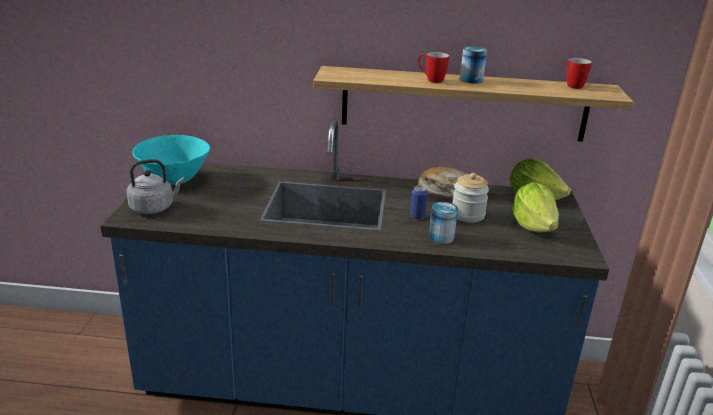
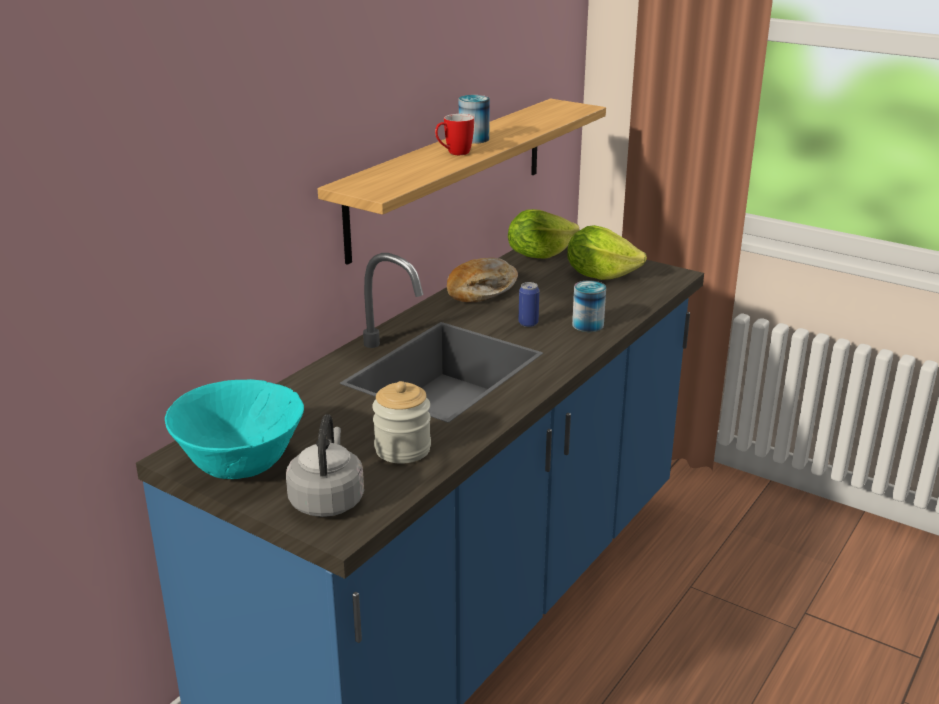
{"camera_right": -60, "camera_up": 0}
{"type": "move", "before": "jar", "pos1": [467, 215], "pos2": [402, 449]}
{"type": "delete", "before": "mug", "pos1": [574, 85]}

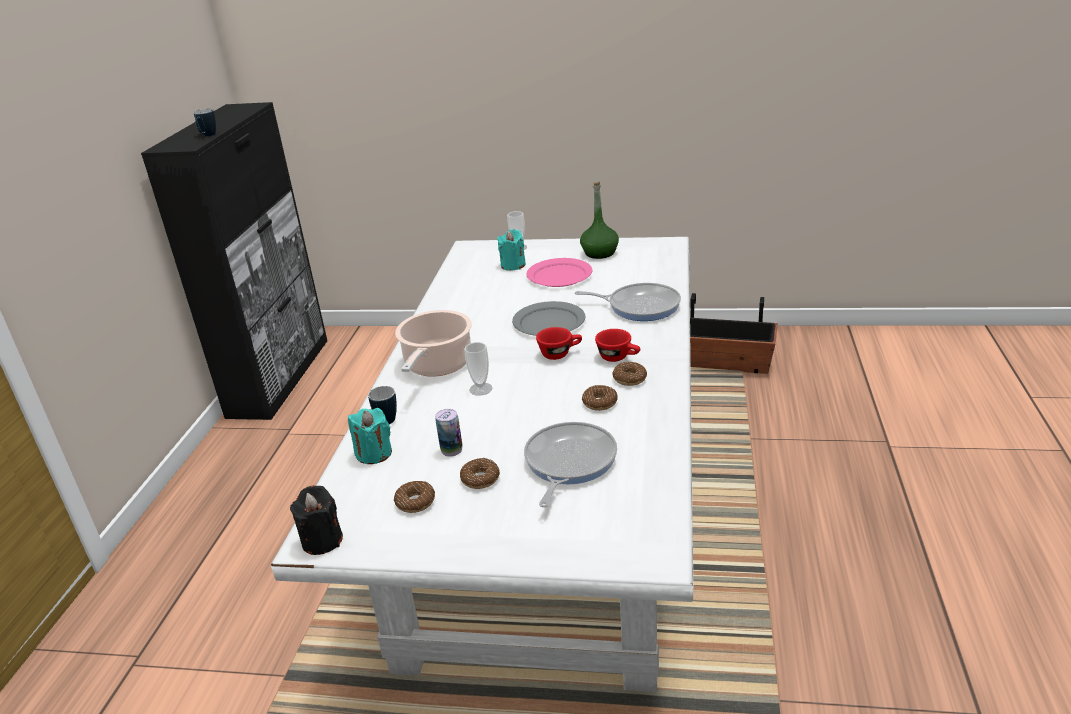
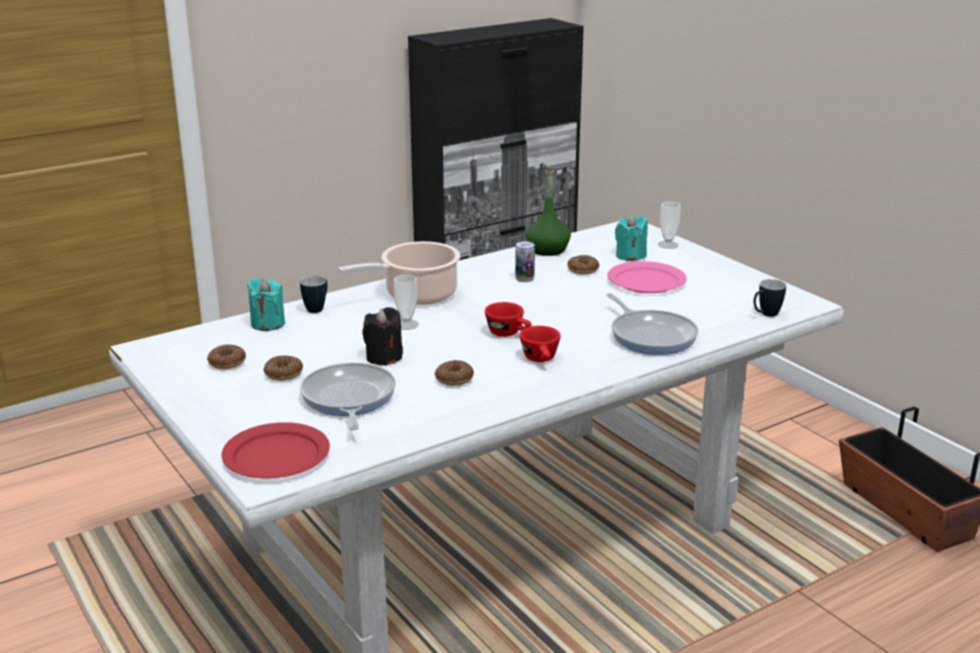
{"camera_right": 45, "camera_up": -5}
{"type": "move", "before": "mug", "pos1": [207, 136], "pos2": [765, 315]}
{"type": "move", "before": "wax candle/black", "pos1": [322, 540], "pos2": [384, 357]}
{"type": "move", "before": "can", "pos1": [451, 450], "pos2": [524, 278]}
{"type": "delete", "before": "plate/gray", "pos1": [548, 322]}
{"type": "rotate", "before": "skillet", "pos1": [568, 463], "pos2": [348, 399], "turn": -75}
{"type": "move", "before": "drink bottle/greenish", "pos1": [599, 253], "pos2": [547, 250]}
{"type": "move", "before": "doughnut", "pos1": [629, 379], "pos2": [583, 270]}
{"type": "insert", "after": "plate/reddish", "pos2": [277, 456]}

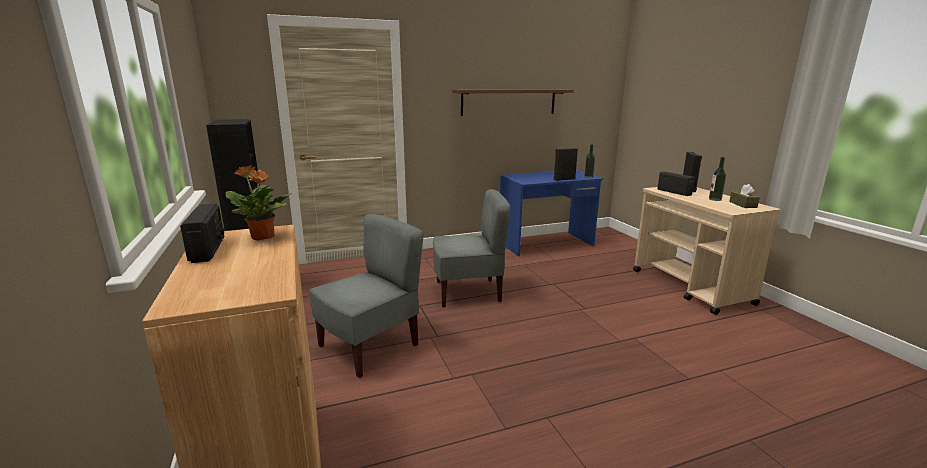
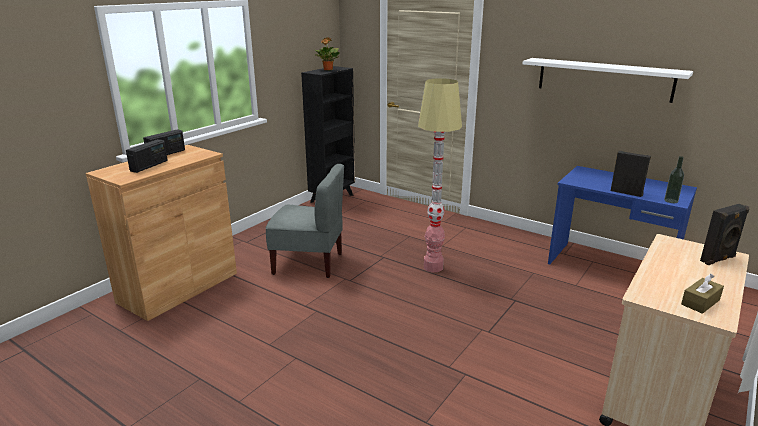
{"camera_right": 55, "camera_up": 5}
{"type": "move", "before": "plant in a pot", "pos1": [263, 237], "pos2": [328, 69]}
{"type": "replace", "before": "upright chair/gray", "after": "floor lamp", "pos1": [468, 292], "pos2": [433, 267]}
{"type": "recolor", "before": "wall shelf/brownish", "after": "wall shelf/white-coloured", "pos1": [509, 102], "pos2": [604, 79]}
{"type": "move", "before": "radio receiver", "pos1": [674, 192], "pos2": [149, 166]}
{"type": "delete", "before": "drink bottle", "pos1": [715, 199]}

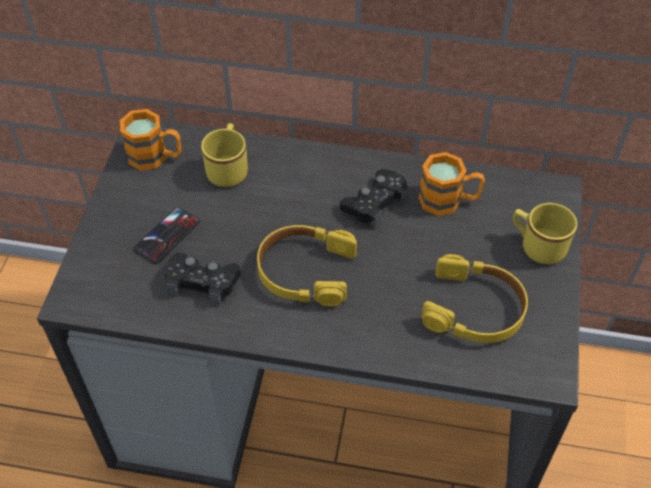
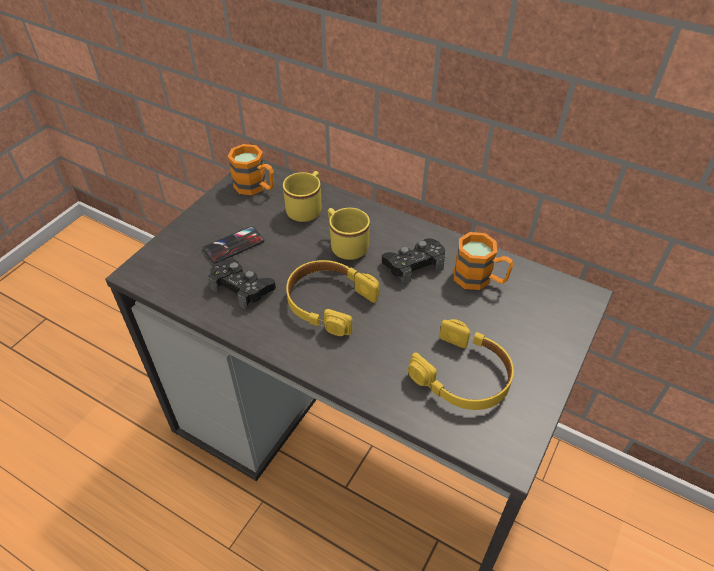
{"camera_right": 20, "camera_up": -5}
{"type": "move", "before": "mug/yellow", "pos1": [537, 246], "pos2": [346, 245]}

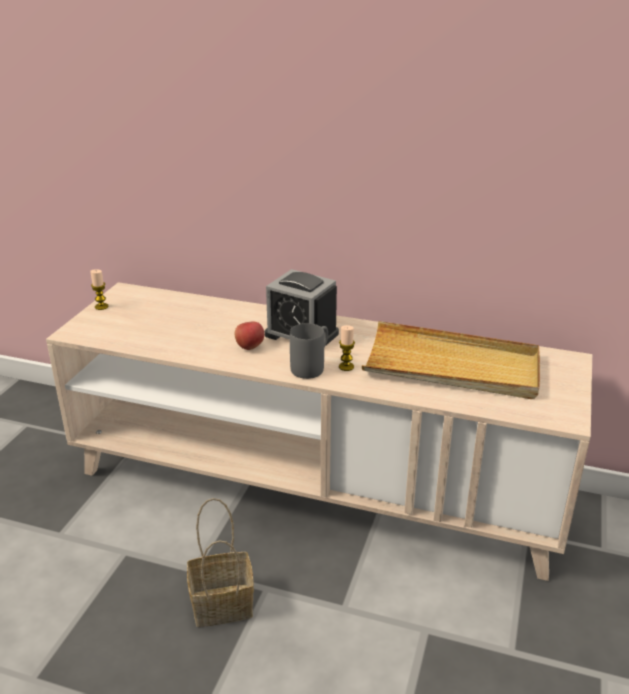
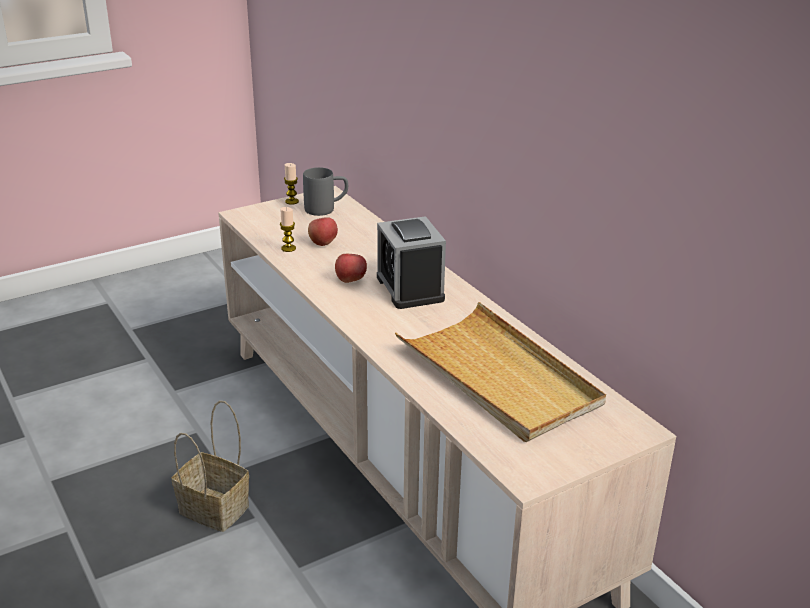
{"camera_right": 40, "camera_up": 0}
{"type": "move", "before": "mug/gray", "pos1": [312, 366], "pos2": [326, 209]}
{"type": "move", "before": "wax candle", "pos1": [346, 367], "pos2": [288, 248]}
{"type": "insert", "after": "apple fruit", "pos2": [323, 243]}

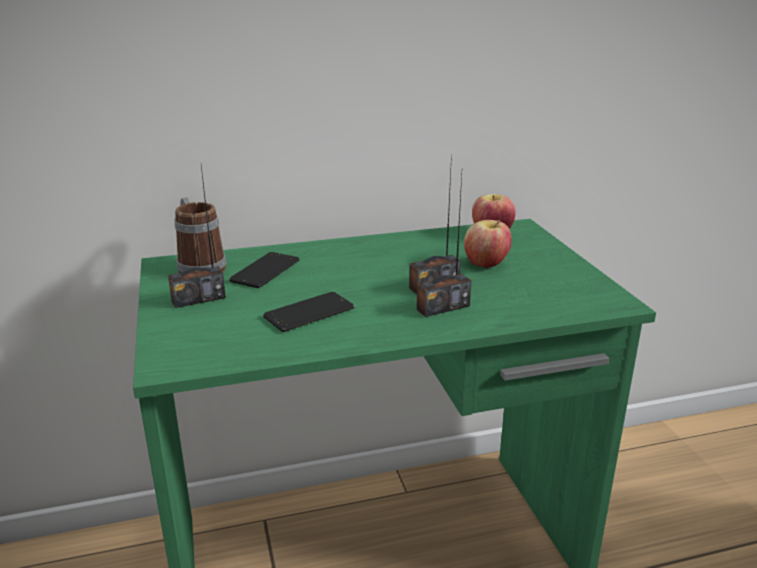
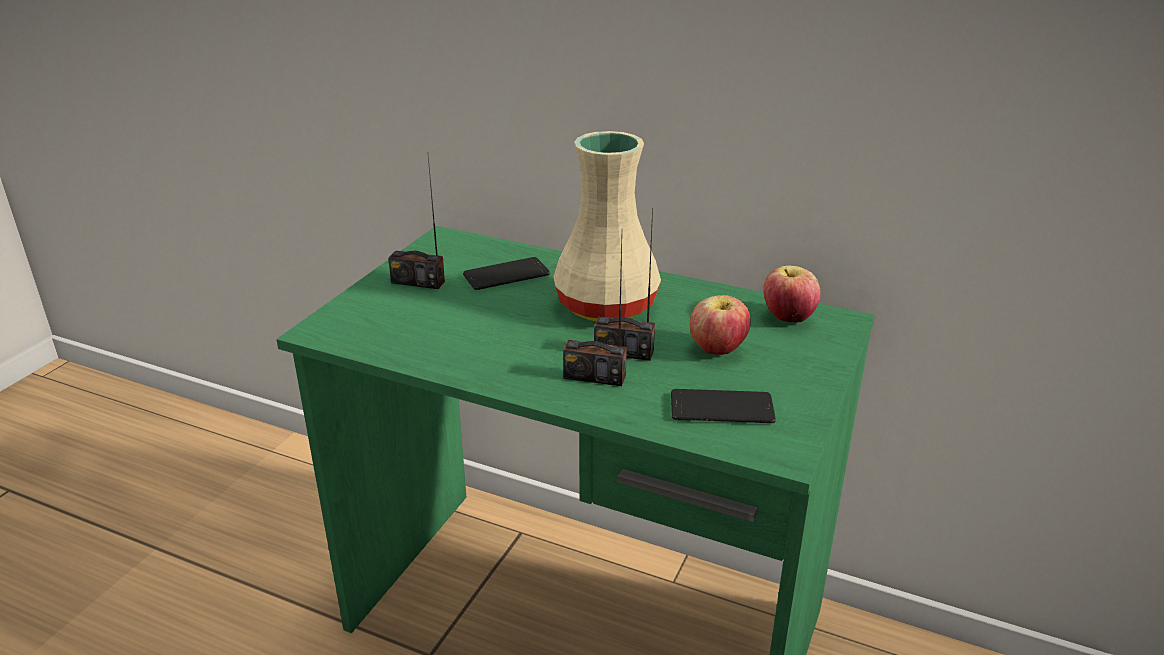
{"camera_right": 40, "camera_up": 5}
{"type": "delete", "before": "mug", "pos1": [199, 266]}
{"type": "move", "before": "phone", "pos1": [309, 313], "pos2": [721, 408]}
{"type": "insert", "after": "decorative vase/sand-coloured", "pos2": [604, 305]}

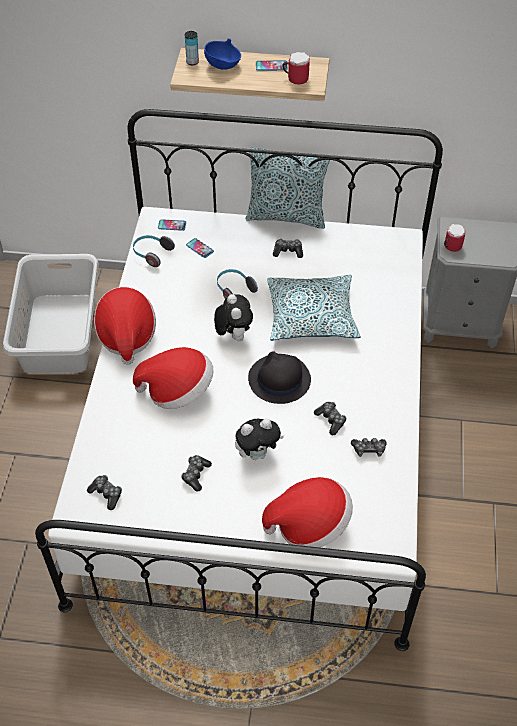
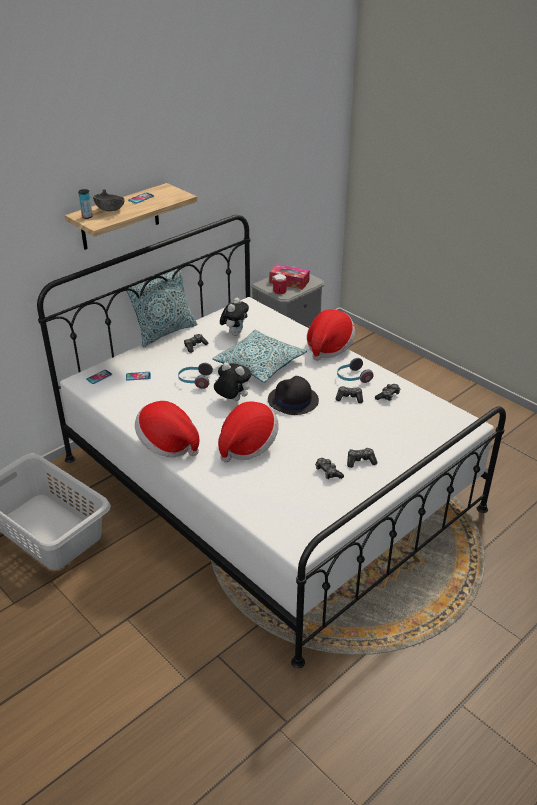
{"camera_right": -50, "camera_up": -15}
{"type": "move", "before": "game controller", "pos1": [106, 494], "pos2": [360, 461]}
{"type": "move", "before": "pair of headphones", "pos1": [151, 254], "pos2": [352, 378]}
{"type": "recolor", "before": "serving bowl/bluish", "after": "serving bowl/gray", "pos1": [223, 65], "pos2": [110, 210]}
{"type": "move", "before": "cuddly toy", "pos1": [258, 453], "pos2": [234, 333]}
{"type": "move", "before": "hat", "pos1": [309, 524], "pos2": [328, 347]}
{"type": "delete", "before": "mug", "pos1": [295, 78]}
{"type": "insert", "after": "tissue holder", "pos2": [289, 282]}

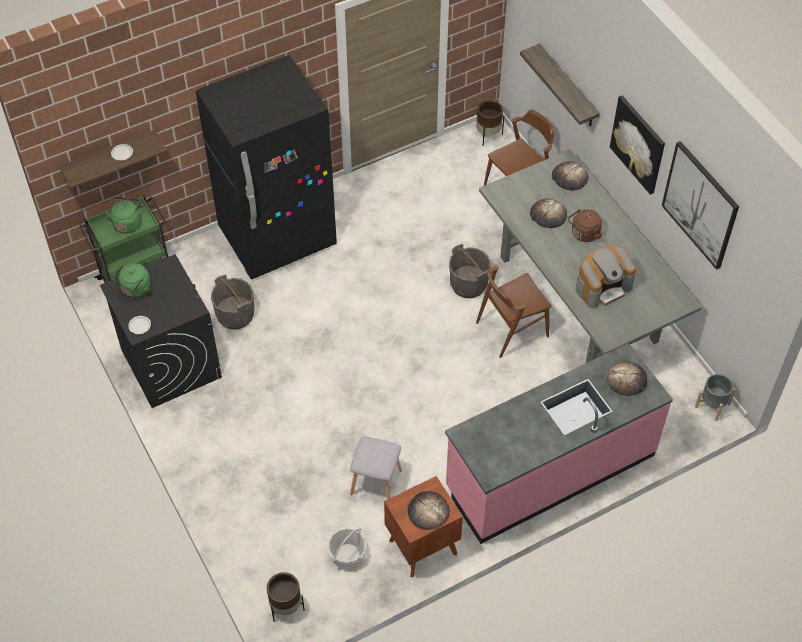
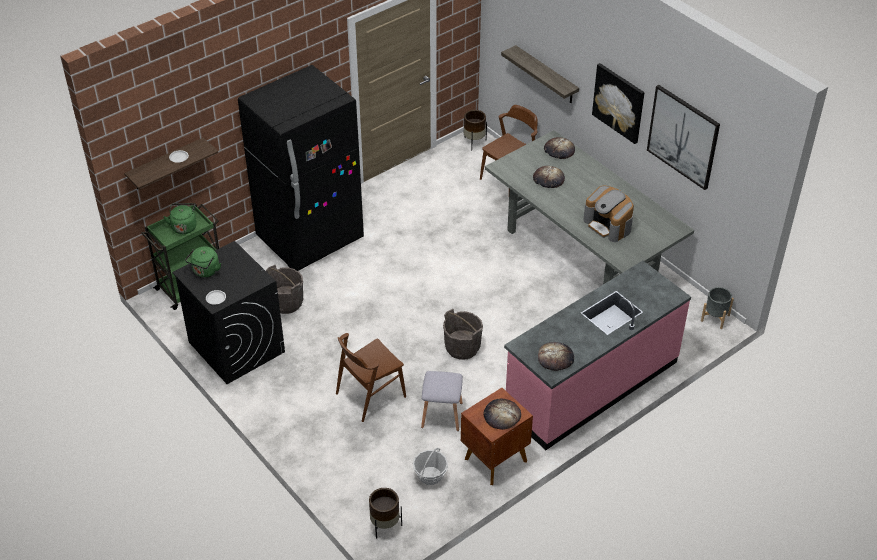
{"camera_right": -10, "camera_up": -10}
{"type": "move", "before": "water bucket/gray", "pos1": [468, 284], "pos2": [462, 347]}
{"type": "move", "before": "upright chair/brownish", "pos1": [511, 329], "pos2": [370, 395]}
{"type": "delete", "before": "water kettle/brownish", "pos1": [584, 234]}
{"type": "rotate", "before": "coffee machine", "pos1": [603, 286], "pos2": [608, 225], "turn": 90}
{"type": "move", "before": "bakery bread", "pos1": [627, 380], "pos2": [555, 358]}

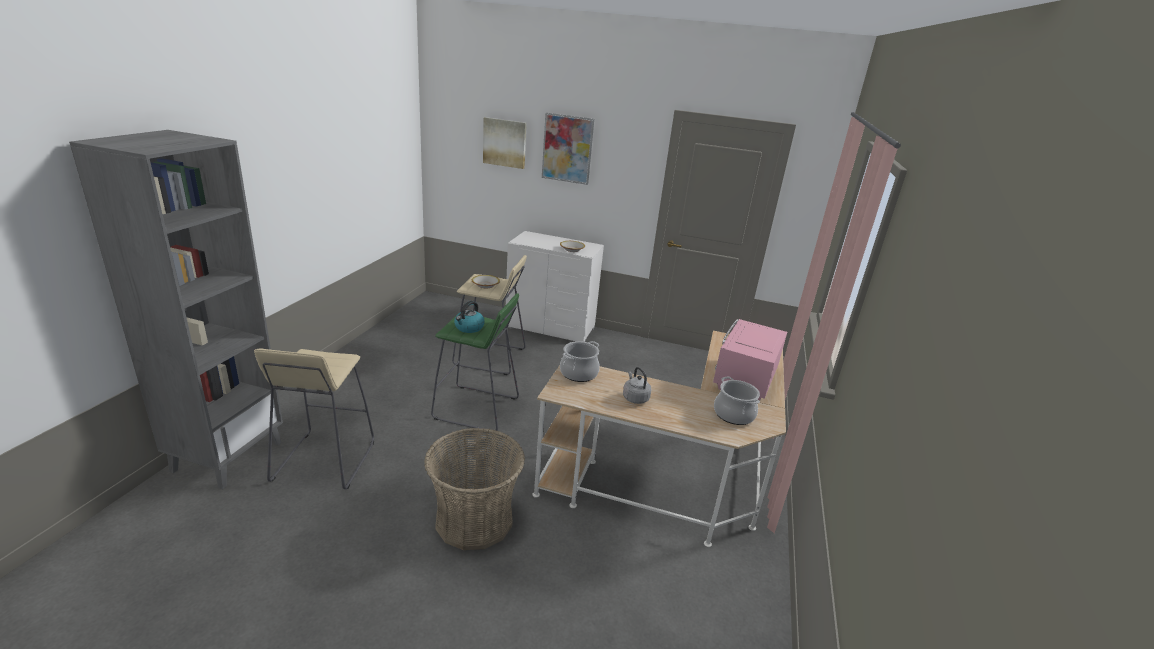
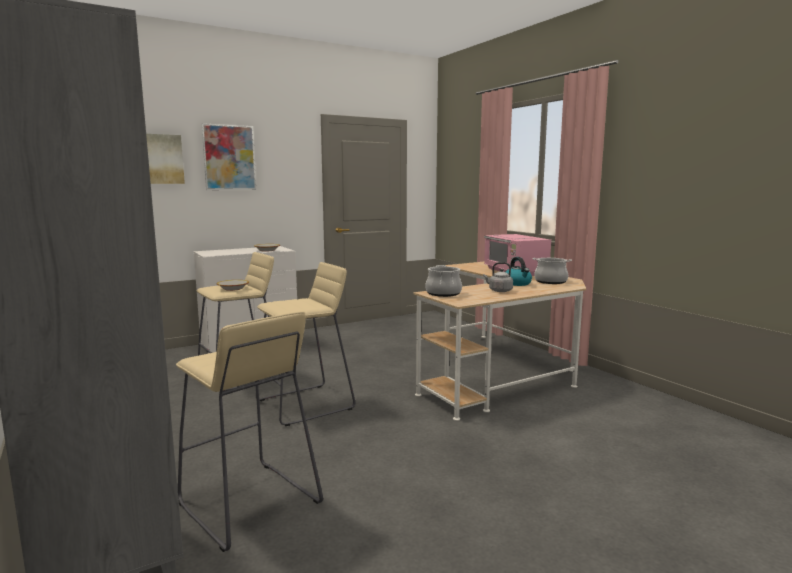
{"camera_right": -45, "camera_up": -15}
{"type": "delete", "before": "household basket", "pos1": [474, 520]}
{"type": "recolor", "before": "stool/greenish", "after": "stool/sand-coloured", "pos1": [476, 409], "pos2": [306, 404]}
{"type": "move", "before": "water kettle", "pos1": [469, 328], "pos2": [517, 284]}

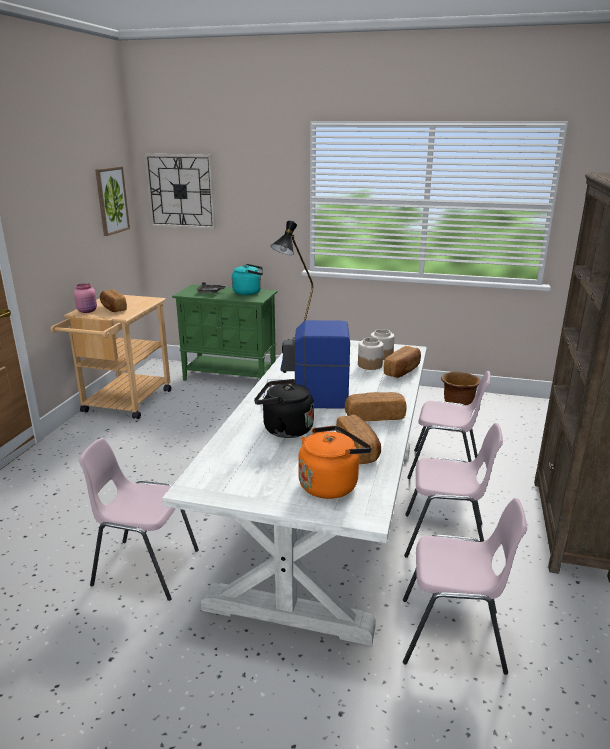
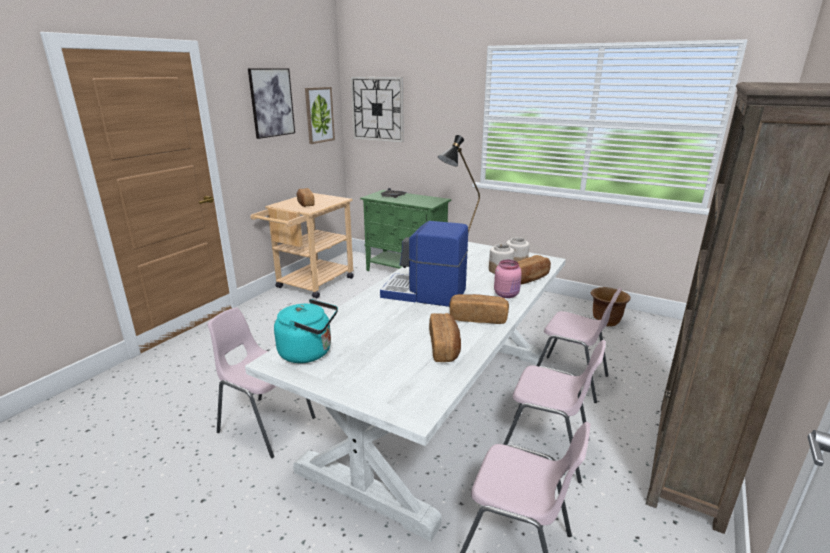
{"camera_right": 15, "camera_up": 0}
{"type": "move", "before": "jar/pink", "pos1": [88, 311], "pos2": [507, 294]}
{"type": "move", "before": "water kettle/blue-green", "pos1": [249, 292], "pos2": [309, 352]}
{"type": "delete", "before": "water kettle/black", "pos1": [284, 429]}
{"type": "delete", "before": "water kettle/orange", "pos1": [331, 484]}
{"type": "insert", "after": "wall art", "pos2": [271, 102]}

